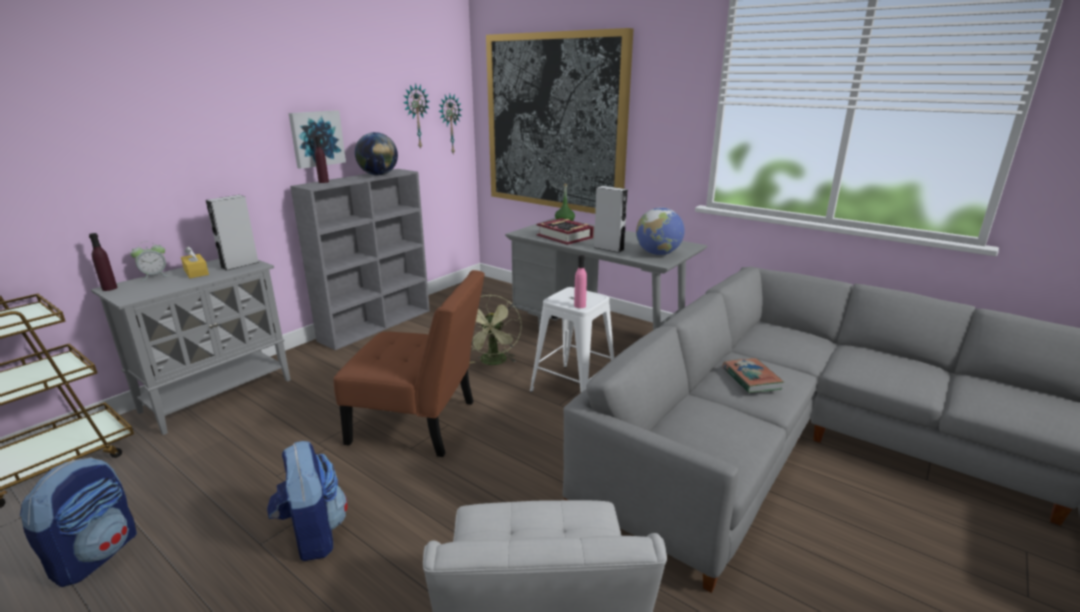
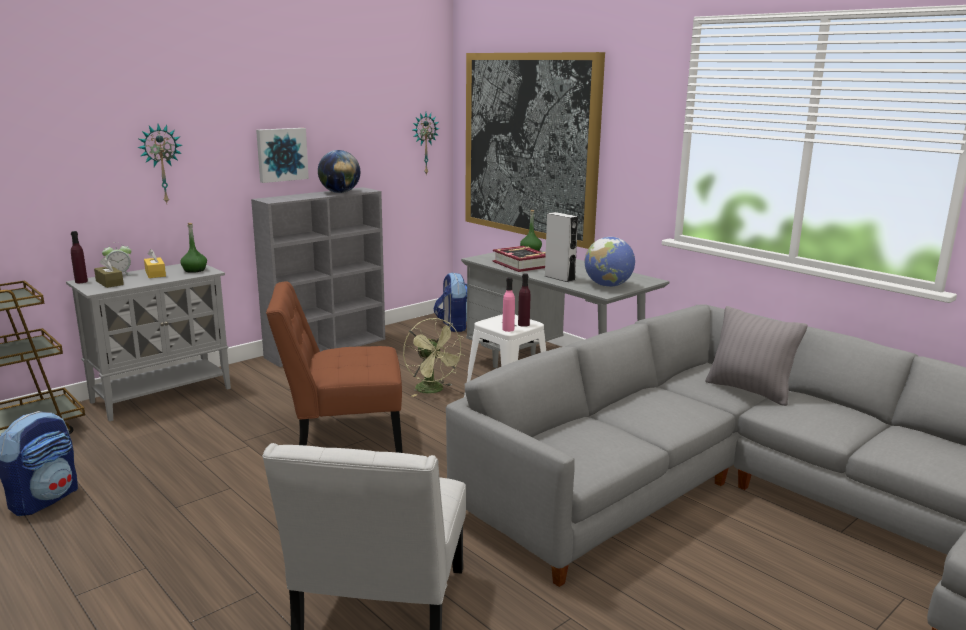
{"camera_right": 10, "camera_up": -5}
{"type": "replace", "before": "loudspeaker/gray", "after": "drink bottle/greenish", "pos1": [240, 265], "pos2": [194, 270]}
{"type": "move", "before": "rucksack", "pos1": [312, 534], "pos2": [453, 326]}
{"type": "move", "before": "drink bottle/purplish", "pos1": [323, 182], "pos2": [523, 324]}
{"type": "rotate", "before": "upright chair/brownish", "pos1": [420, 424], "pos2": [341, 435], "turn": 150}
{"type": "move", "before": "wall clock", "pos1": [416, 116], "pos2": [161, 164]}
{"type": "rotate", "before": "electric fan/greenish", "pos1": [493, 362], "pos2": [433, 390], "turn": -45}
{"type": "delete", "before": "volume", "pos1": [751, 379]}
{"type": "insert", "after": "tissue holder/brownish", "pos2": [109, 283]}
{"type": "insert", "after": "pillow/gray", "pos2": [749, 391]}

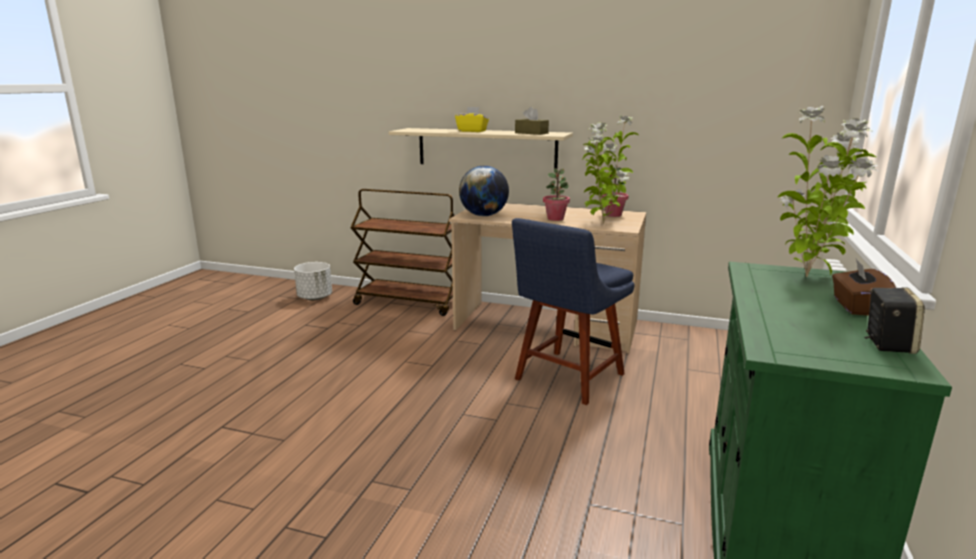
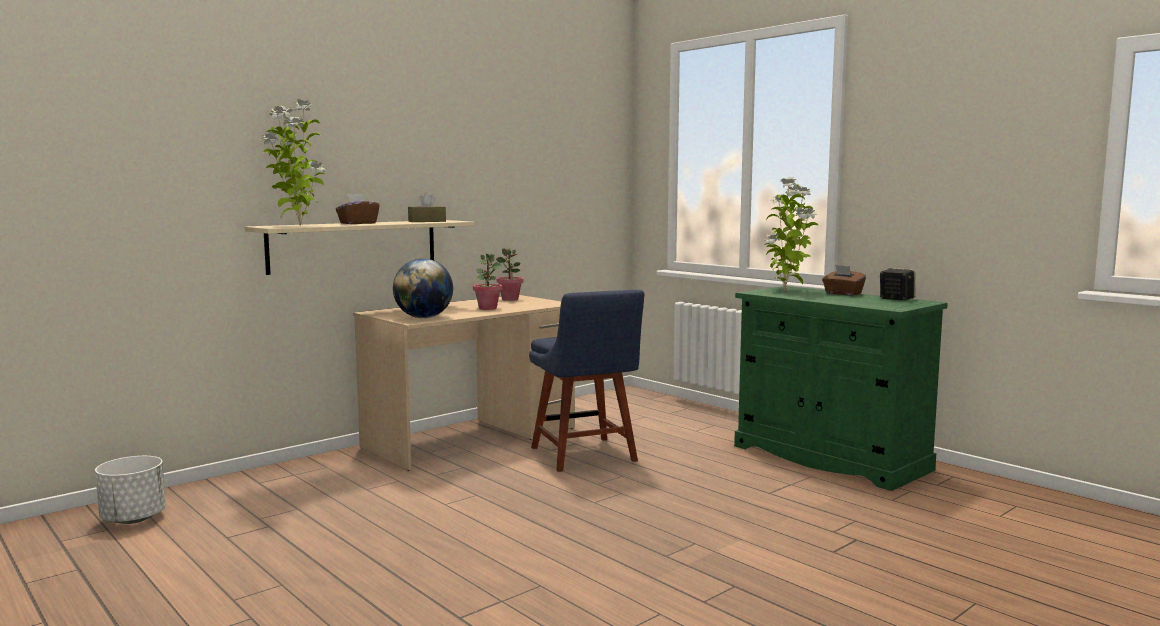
{"camera_right": -60, "camera_up": -10}
{"type": "delete", "before": "trolley/brownish", "pos1": [409, 303]}
{"type": "recolor", "before": "tissue holder/yellow", "after": "tissue holder/brownish", "pos1": [472, 131], "pos2": [358, 223]}
{"type": "move", "before": "plant in a pot", "pos1": [602, 223], "pos2": [298, 226]}

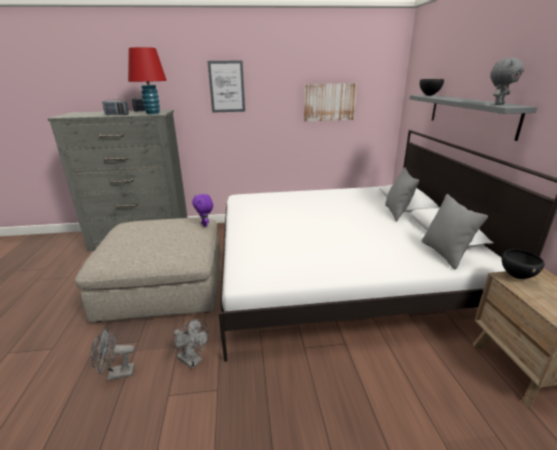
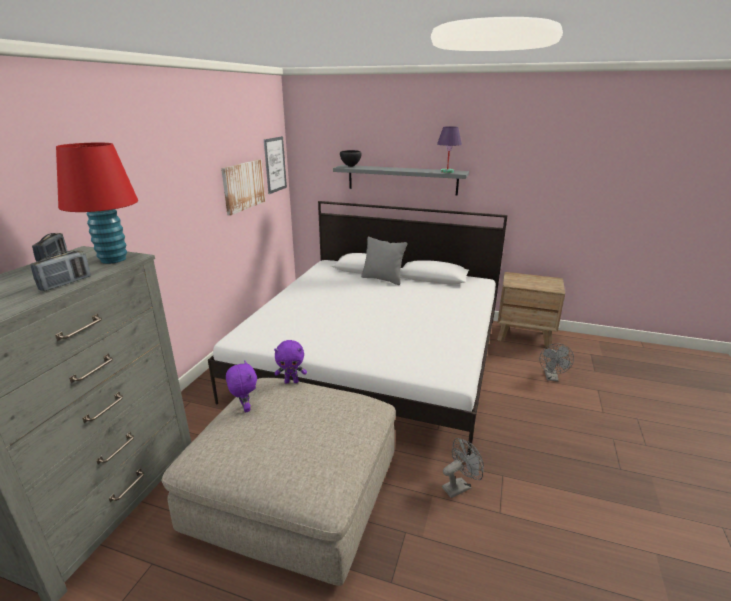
{"camera_right": -65, "camera_up": 0}
{"type": "move", "before": "electric fan/gray", "pos1": [116, 374], "pos2": [551, 378]}
{"type": "move", "before": "wall art", "pos1": [227, 87], "pos2": [275, 164]}
{"type": "delete", "before": "pillow/gray", "pos1": [445, 254]}
{"type": "replace", "before": "cuddly toy/gray", "after": "lamp for a table/purplish", "pos1": [498, 104], "pos2": [447, 171]}
{"type": "delete", "before": "serving bowl/black", "pos1": [516, 277]}
{"type": "insert", "after": "cuddly toy/purplish", "pos2": [244, 408]}

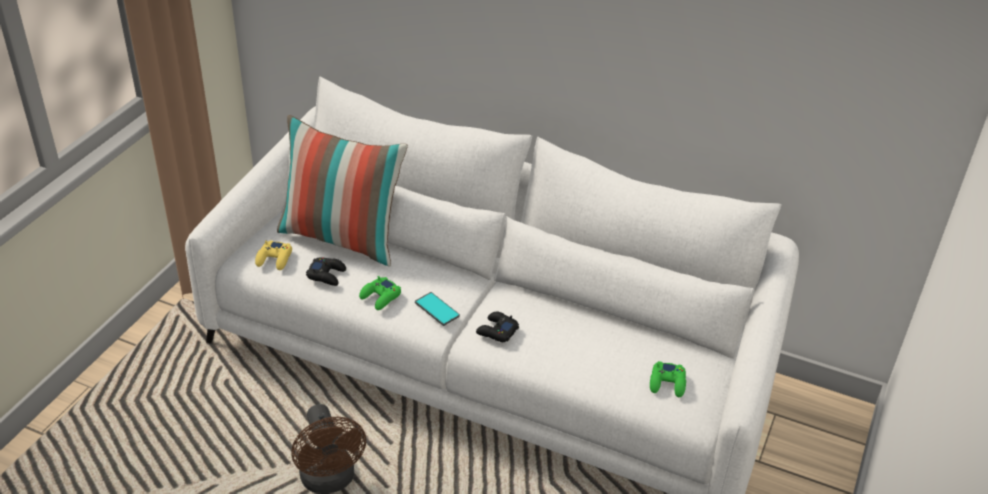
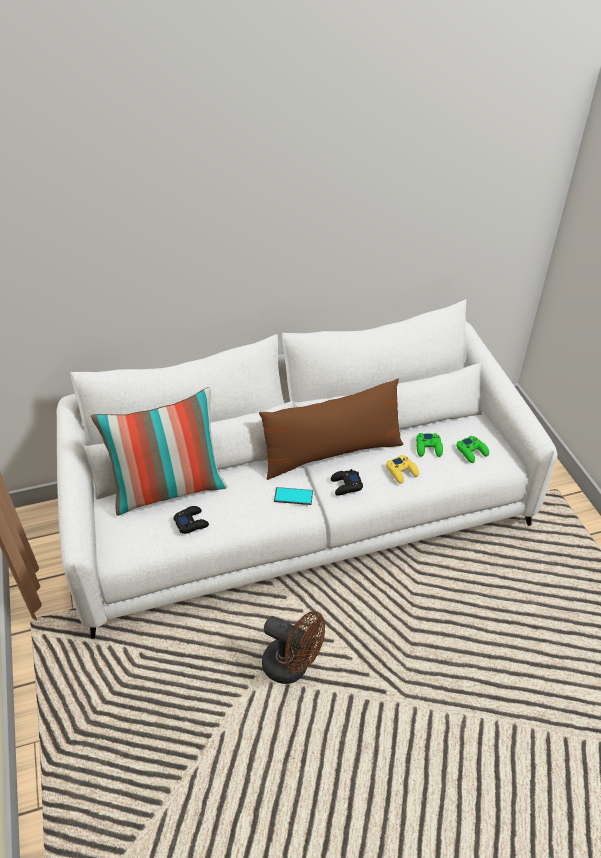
{"camera_right": -40, "camera_up": 5}
{"type": "move", "before": "game controller/yellow", "pos1": [274, 259], "pos2": [402, 472]}
{"type": "move", "before": "game controller/greenish", "pos1": [380, 297], "pos2": [428, 448]}
{"type": "insert", "after": "pillow/brownish", "pos2": [332, 453]}

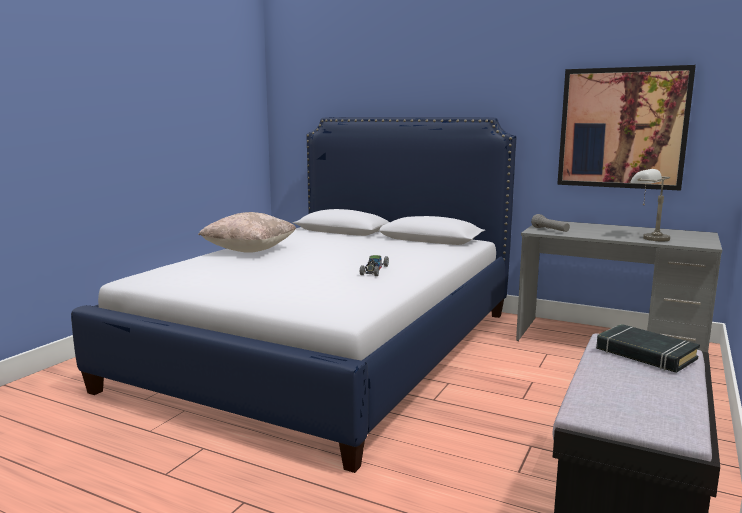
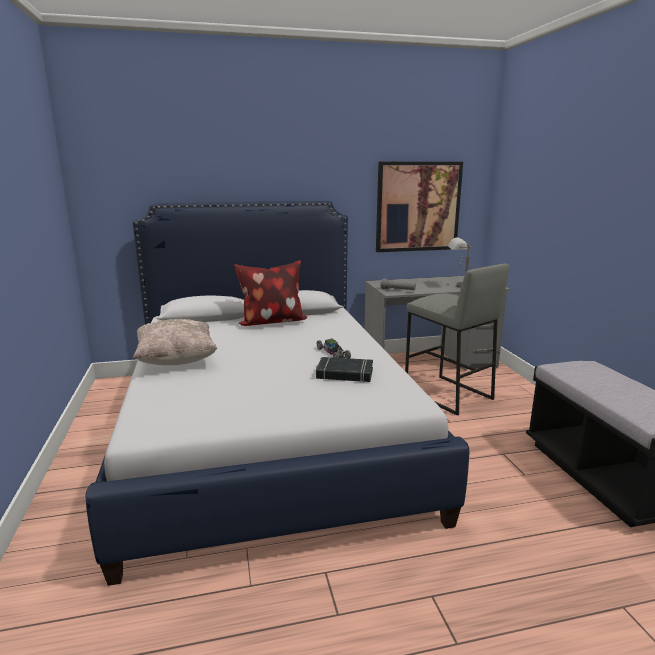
{"camera_right": -40, "camera_up": 5}
{"type": "move", "before": "volume/black", "pos1": [645, 354], "pos2": [344, 374]}
{"type": "insert", "after": "pillow", "pos2": [271, 322]}
{"type": "insert", "after": "stool/gray", "pos2": [447, 394]}

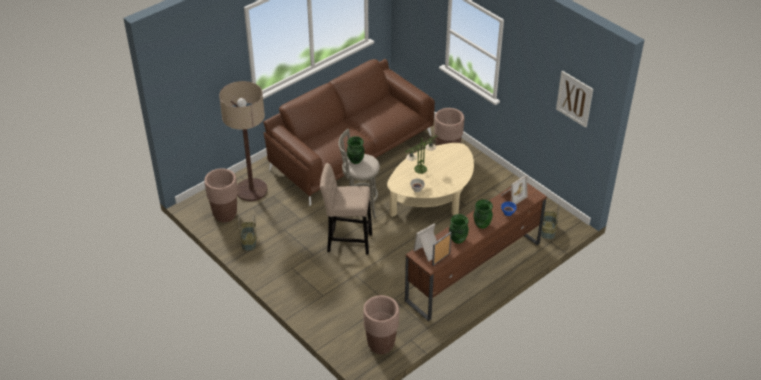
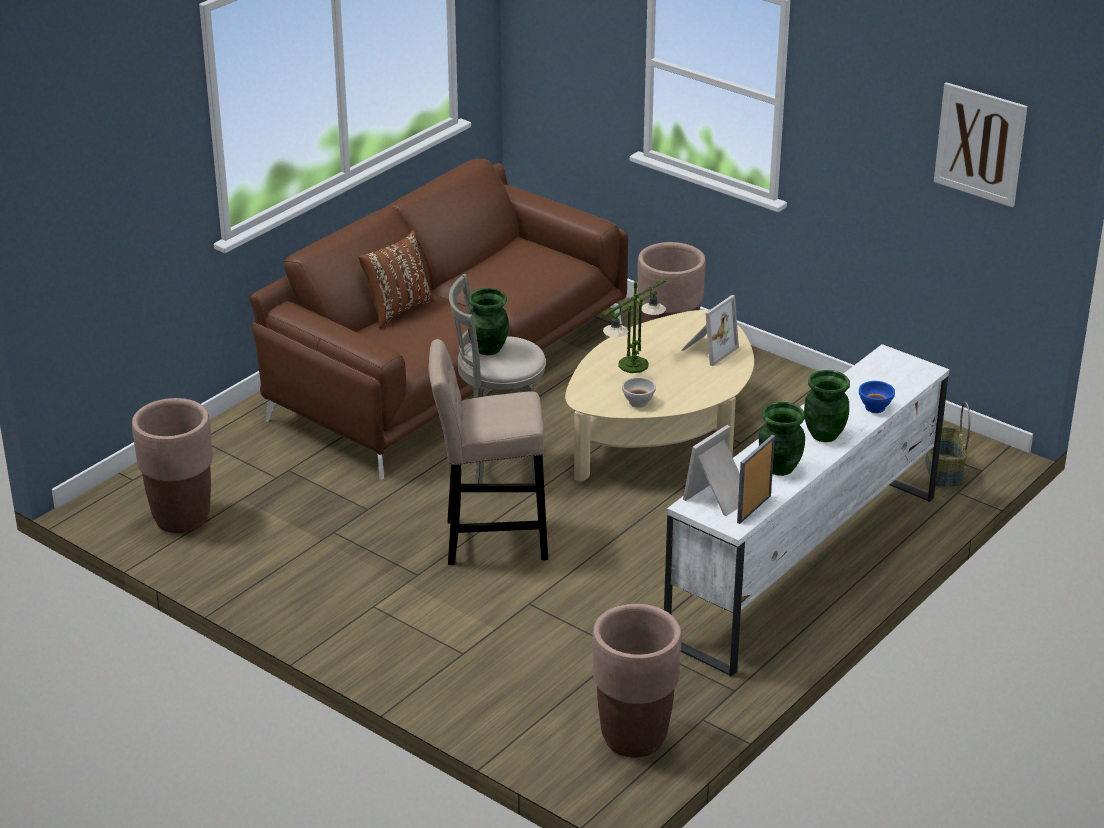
{"camera_right": -10, "camera_up": -10}
{"type": "delete", "before": "floor lamp", "pos1": [251, 190]}
{"type": "delete", "before": "household basket", "pos1": [248, 241]}
{"type": "recolor", "before": "tv stand/brownish", "after": "tv stand/white-coloured", "pos1": [473, 272], "pos2": [803, 567]}
{"type": "move", "before": "picture frame", "pos1": [512, 196], "pos2": [707, 349]}
{"type": "insert", "after": "pillow/brownish", "pos2": [397, 309]}

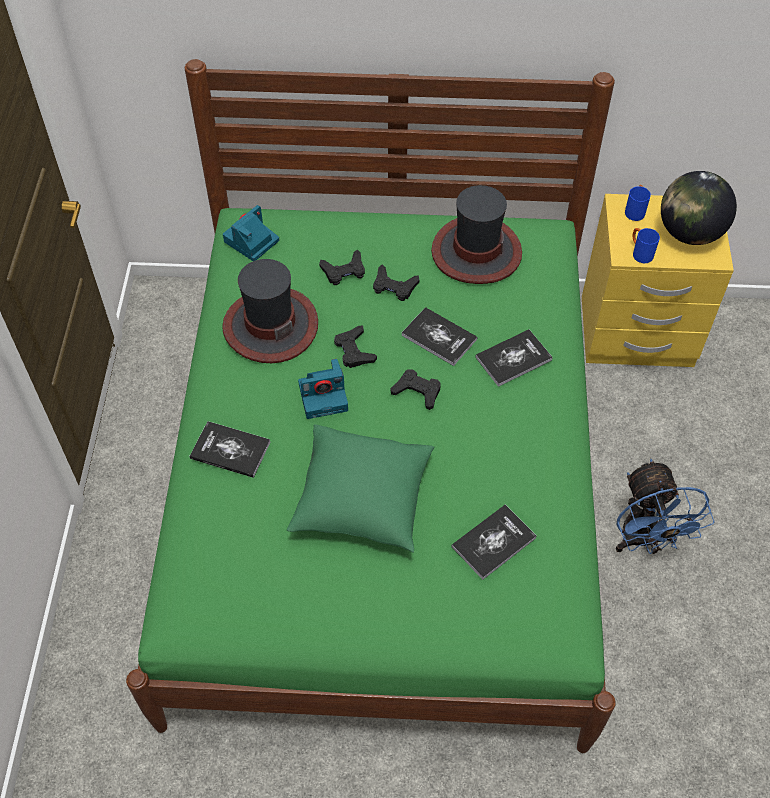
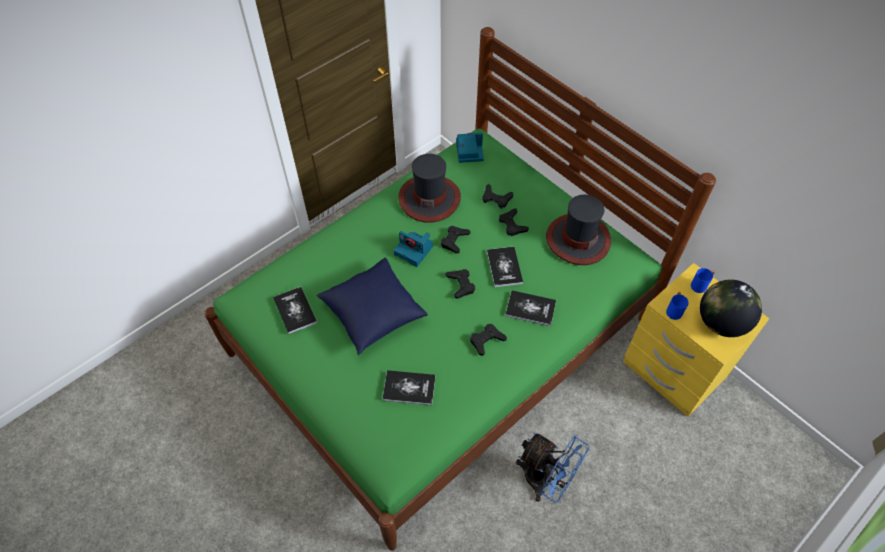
{"camera_right": 45, "camera_up": 0}
{"type": "move", "before": "volume", "pos1": [230, 450], "pos2": [295, 310]}
{"type": "recolor", "before": "pillow/greenish", "after": "pillow/bluish", "pos1": [362, 500], "pos2": [373, 313]}
{"type": "rotate", "before": "electric fan/bluish", "pos1": [644, 541], "pos2": [545, 480], "turn": -90}
{"type": "insert", "after": "game controller/black", "pos2": [486, 340]}

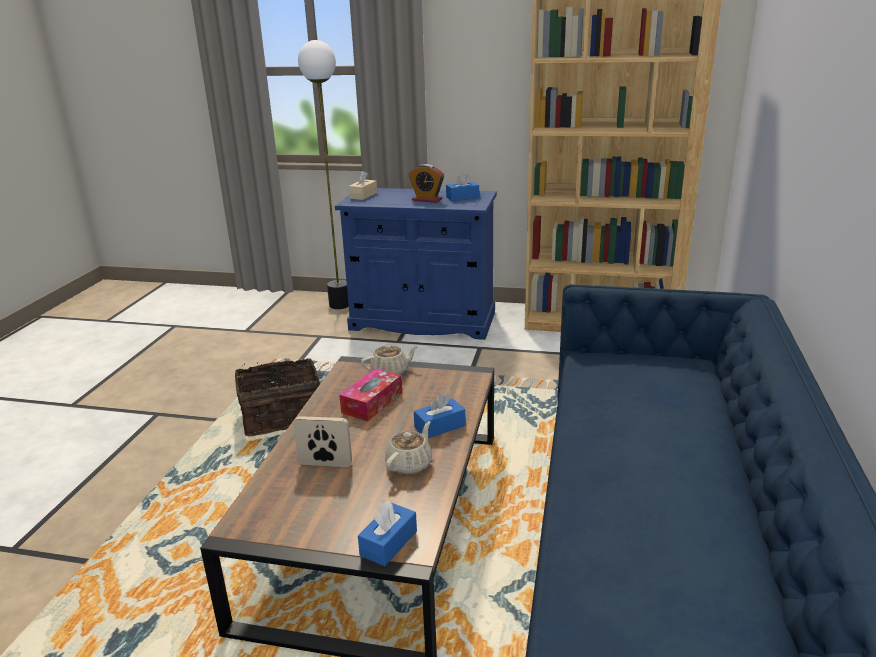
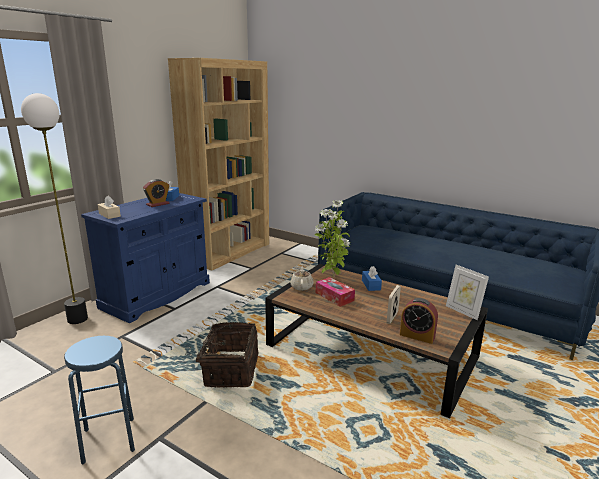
{"camera_right": -70, "camera_up": -5}
{"type": "replace", "before": "tissue holder/bluish", "after": "picture frame", "pos1": [388, 543], "pos2": [463, 311]}
{"type": "delete", "before": "pot for tea/sand-coloured", "pos1": [410, 464]}
{"type": "insert", "after": "stool/bluish", "pos2": [109, 439]}
{"type": "insert", "after": "plant in a pot", "pos2": [332, 277]}
{"type": "insert", "after": "alarm clock", "pos2": [417, 336]}

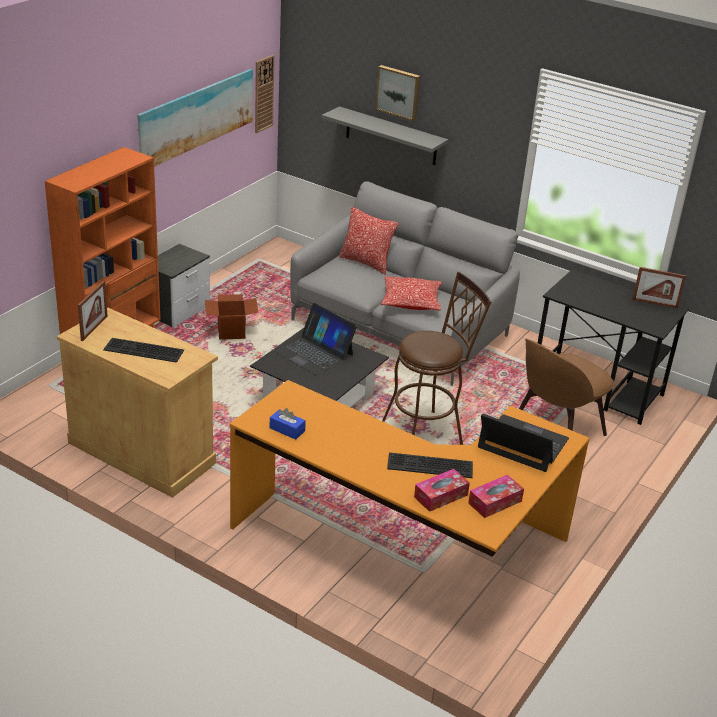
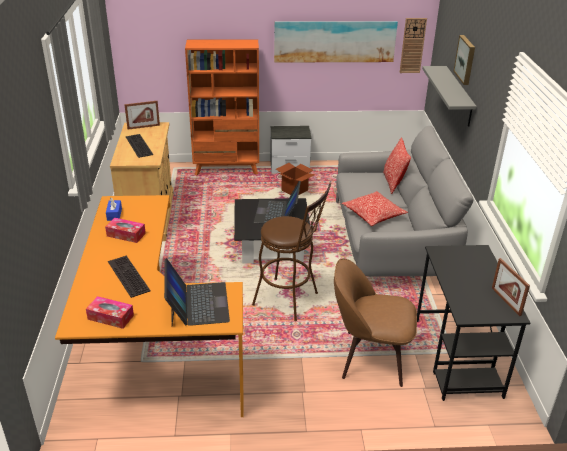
{"camera_right": 55, "camera_up": 0}
{"type": "move", "before": "tissue holder", "pos1": [441, 496], "pos2": [126, 234]}

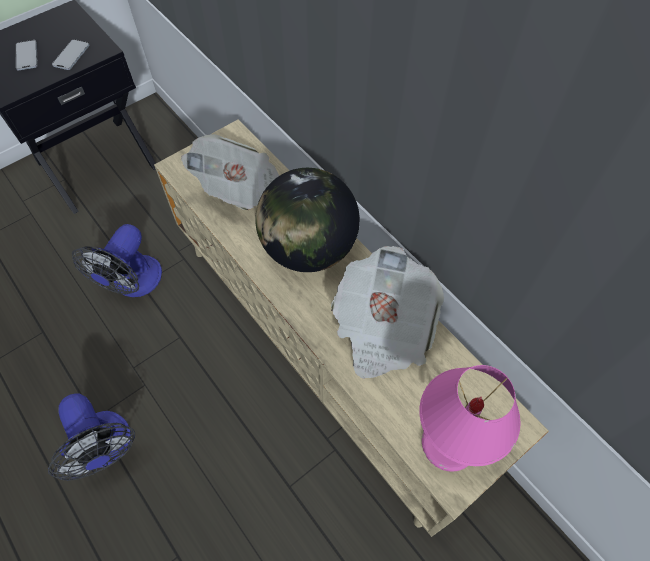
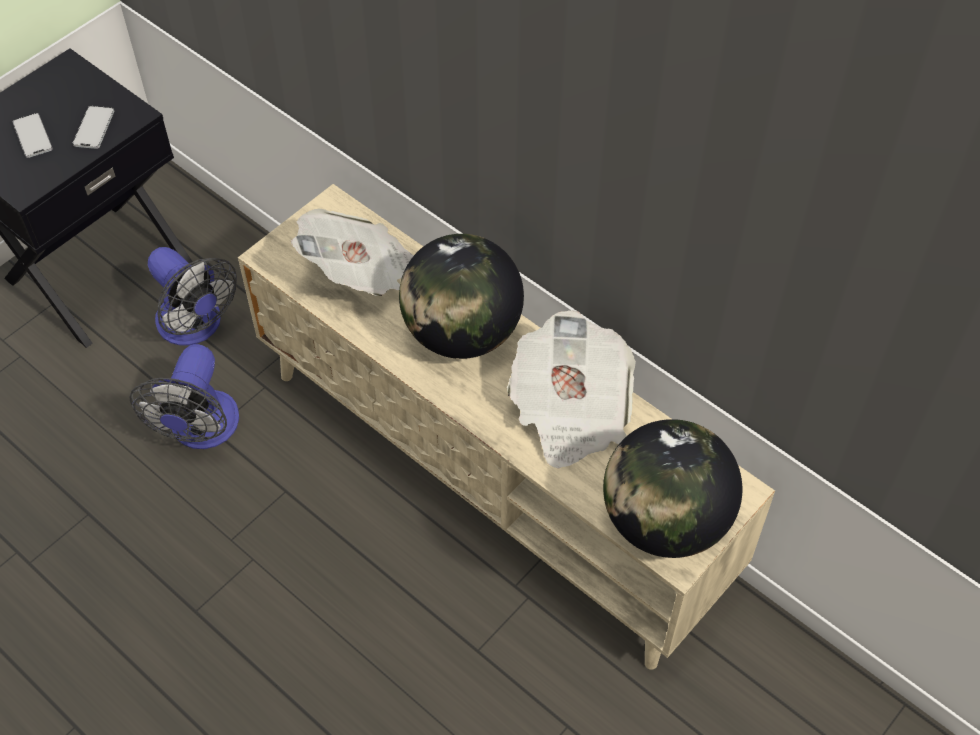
{"camera_right": -10, "camera_up": -5}
{"type": "move", "before": "electric fan", "pos1": [107, 448], "pos2": [196, 327]}
{"type": "replace", "before": "lamp for a table/pink", "after": "globe", "pos1": [447, 444], "pos2": [665, 521]}

